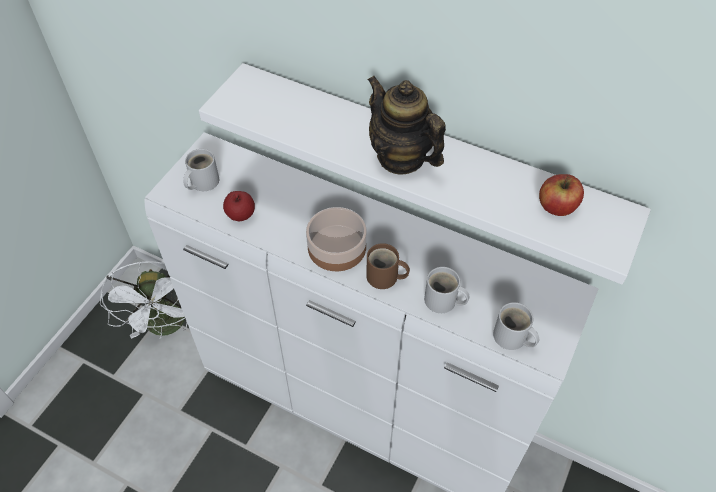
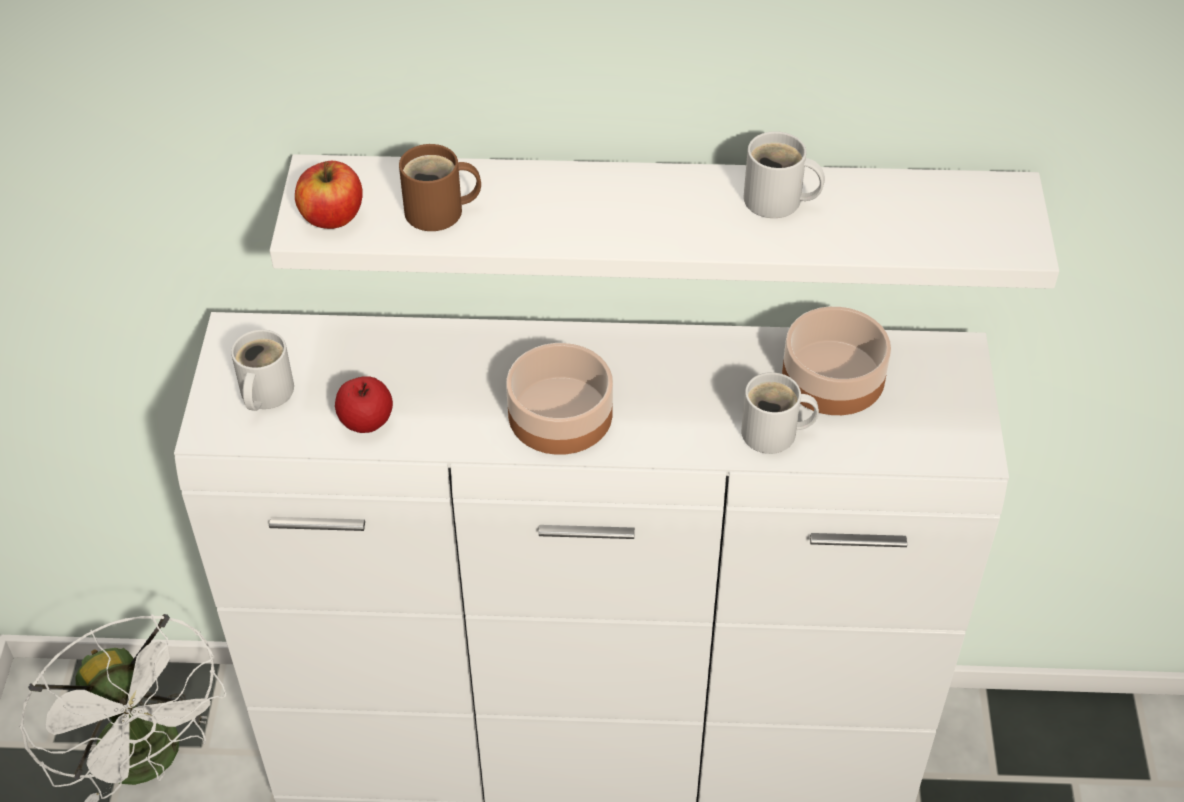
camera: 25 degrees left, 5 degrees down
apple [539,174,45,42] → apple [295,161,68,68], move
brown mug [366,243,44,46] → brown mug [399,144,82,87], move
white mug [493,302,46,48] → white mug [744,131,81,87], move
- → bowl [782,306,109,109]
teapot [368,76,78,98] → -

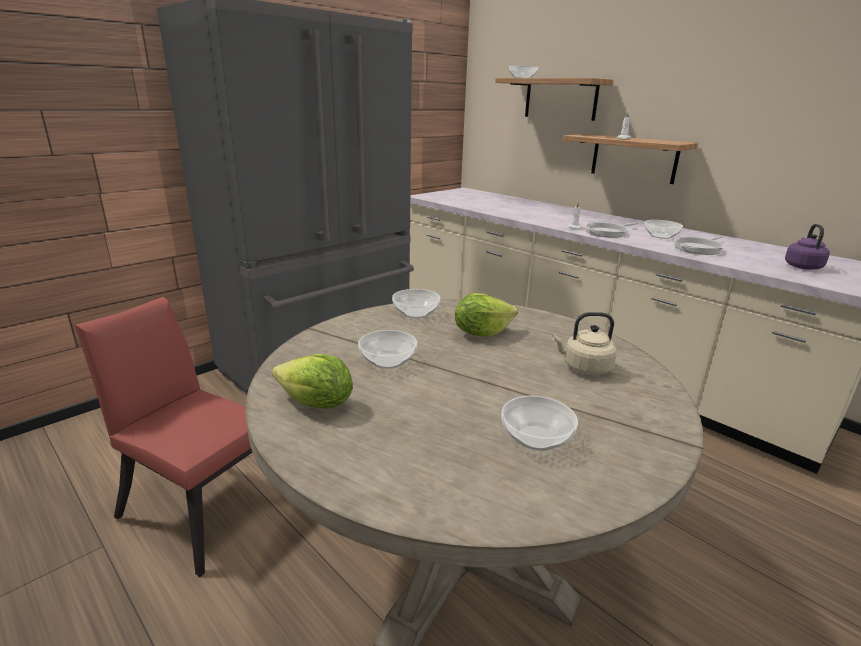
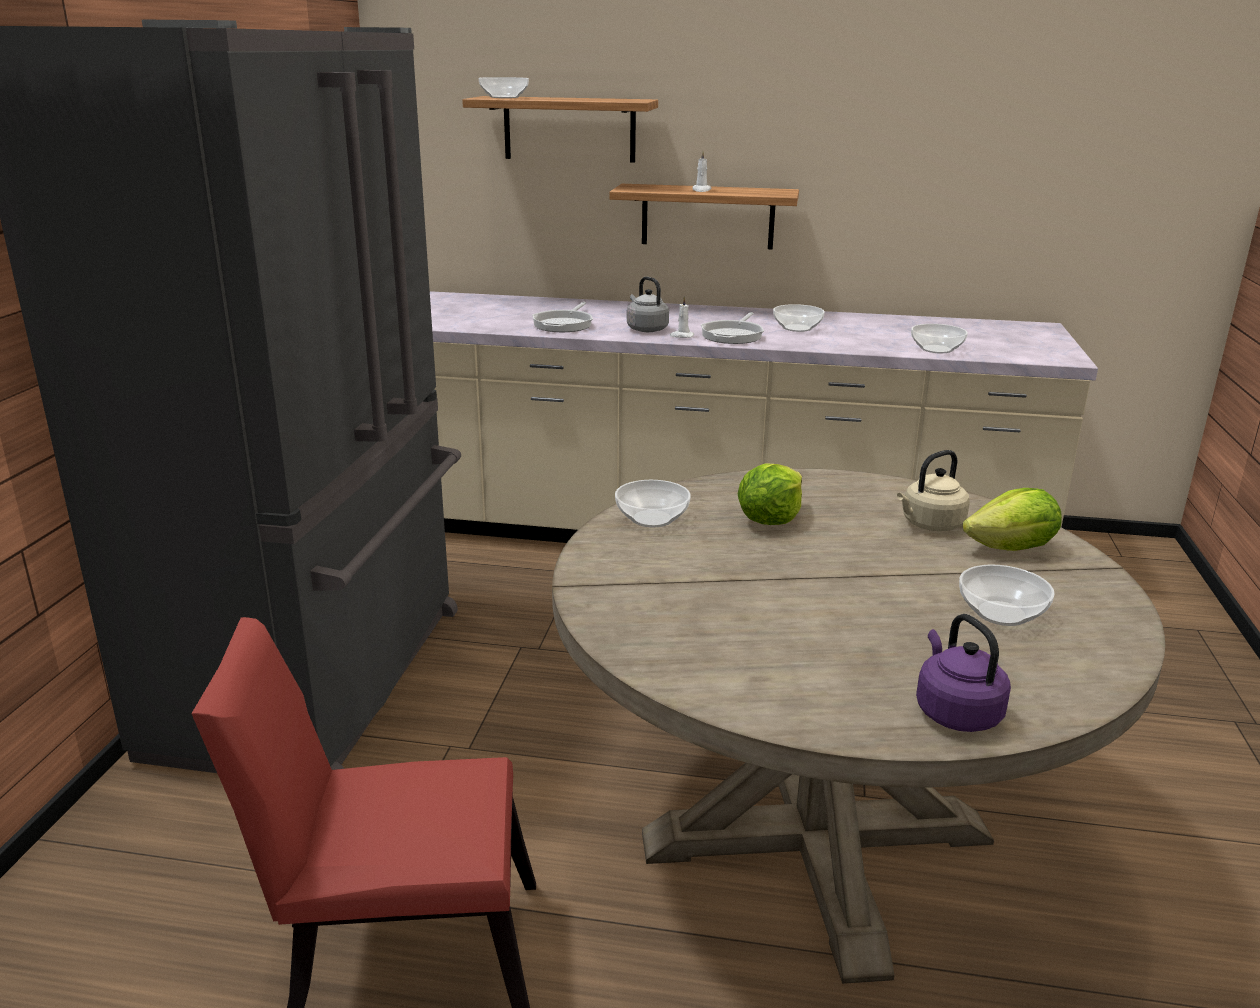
camera: 35 degrees left, 0 degrees up
frying pan [674,235,50,20] → frying pan [532,302,61,30], move
- → grey kettle [627,277,42,55]
bowl [358,330,59,39] → bowl [911,324,57,29], move
purple kettle [785,224,45,46] → purple kettle [916,614,95,118], move
lettuce [272,354,81,55] → lettuce [963,488,99,63], move

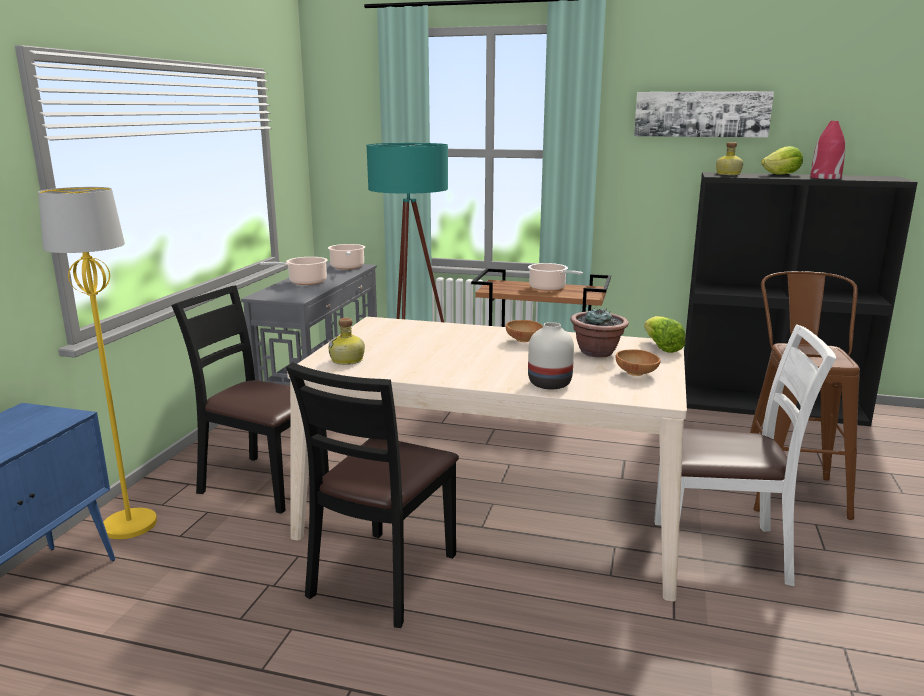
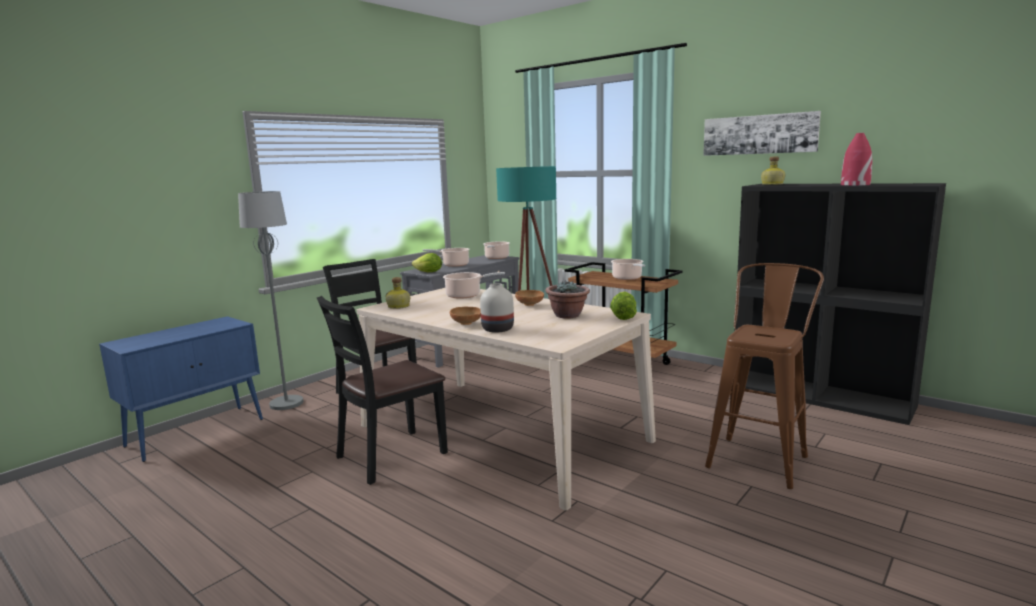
camera: 25 degrees right, 5 degrees down
yellow floor lamp [38,187,119,352] → grey floor lamp [238,191,65,219]
lettuce [761,146,42,28] → lettuce [412,253,30,19], move
- → cooking pot [443,272,62,27]
brown bowl [616,349,44,27] → brown bowl [450,307,31,18], move
white chair [654,324,182,262] → -

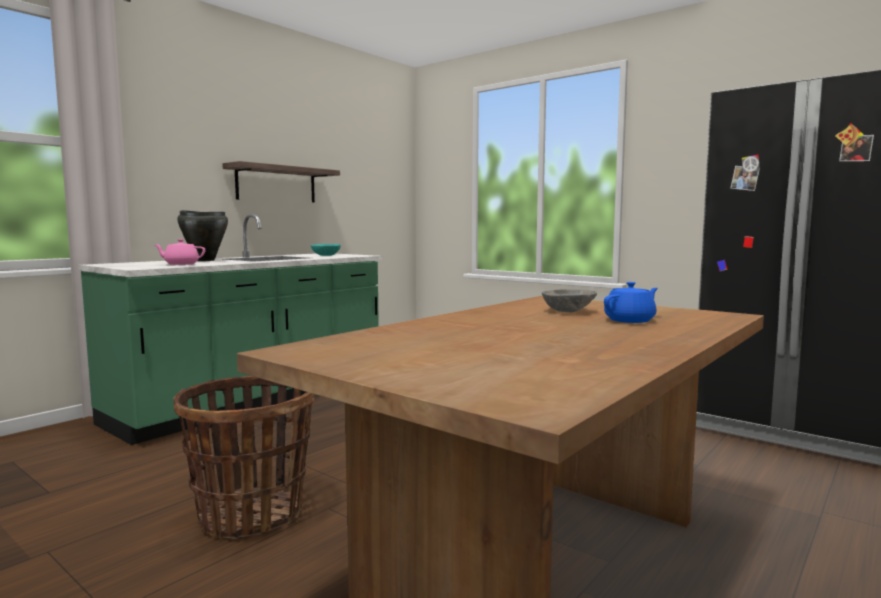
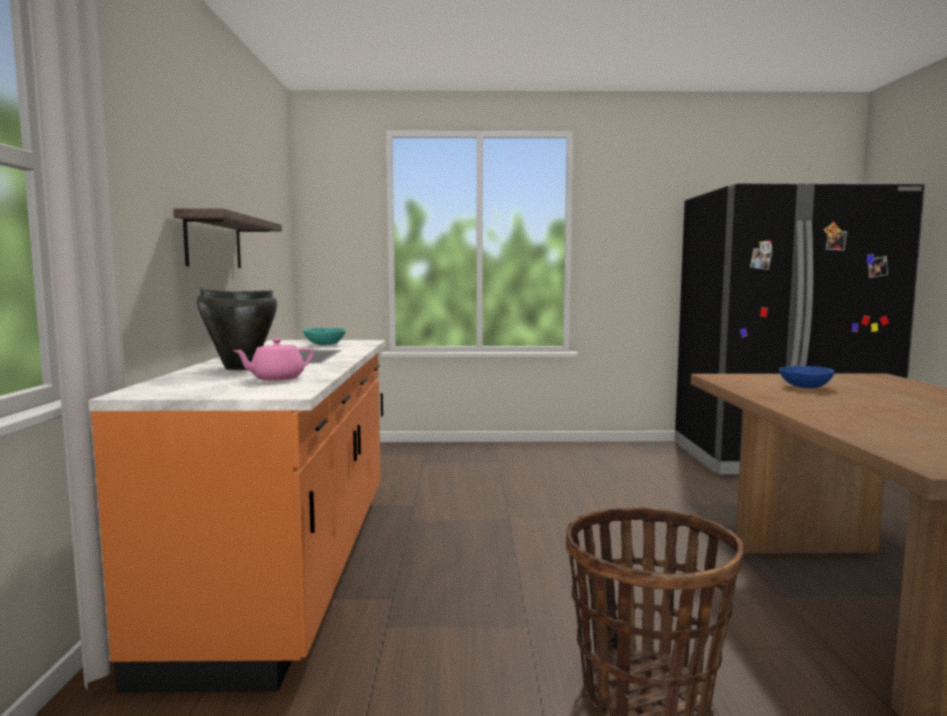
camera: 40 degrees left, 0 degrees up
green counter [78,214,305,231] → orange counter [88,290,298,403]
grey bowl [542,289,55,24] → blue bowl [779,366,55,22]
blue teapot [604,282,54,41] → -

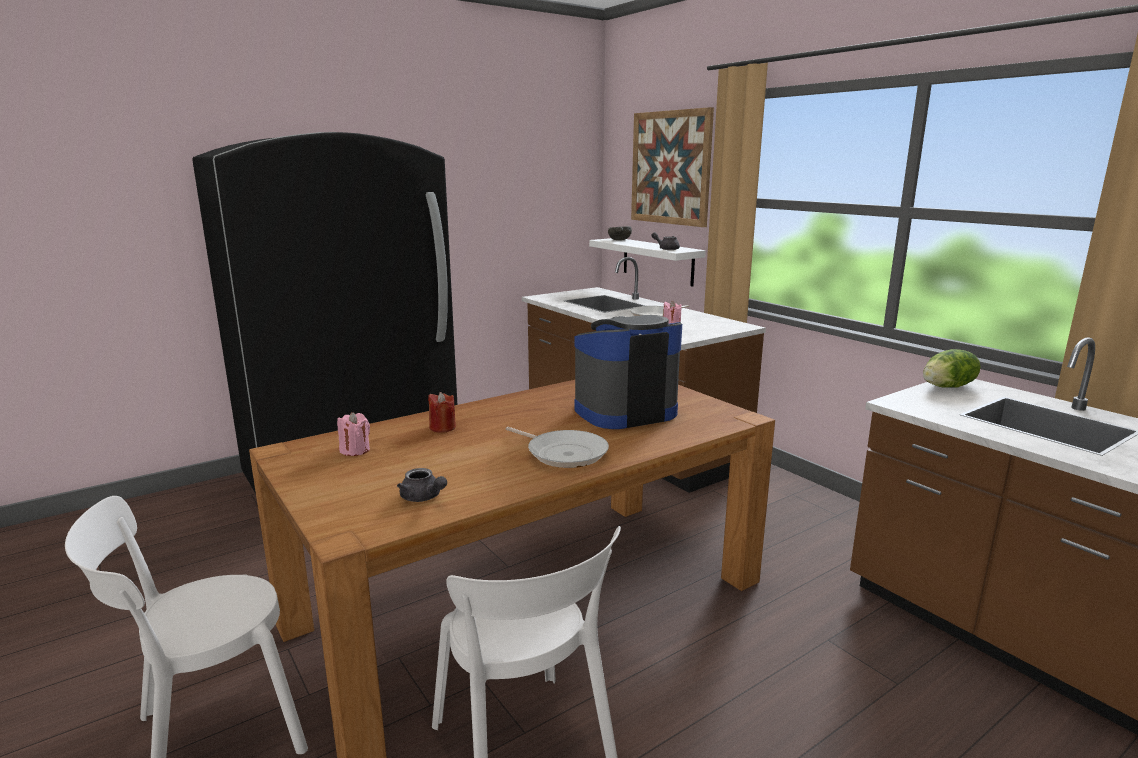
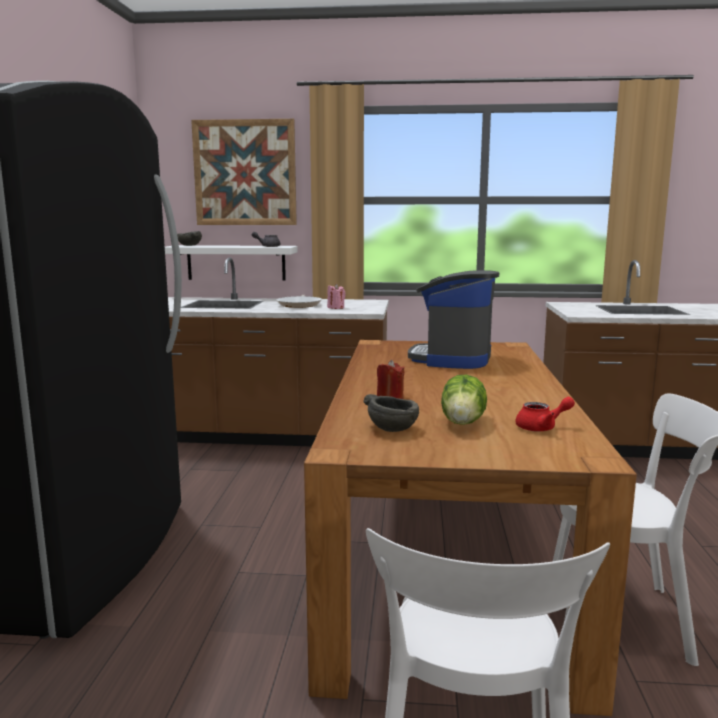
camera: 50 degrees left, 5 degrees down
pink candle [337,412,33,44] → grey bowl [363,394,56,38]
lettuce [923,349,58,39] → lettuce [441,375,46,50], move
grey teapot [397,468,50,34] → red teapot [516,397,59,34]
frying pan [505,427,104,41] → -

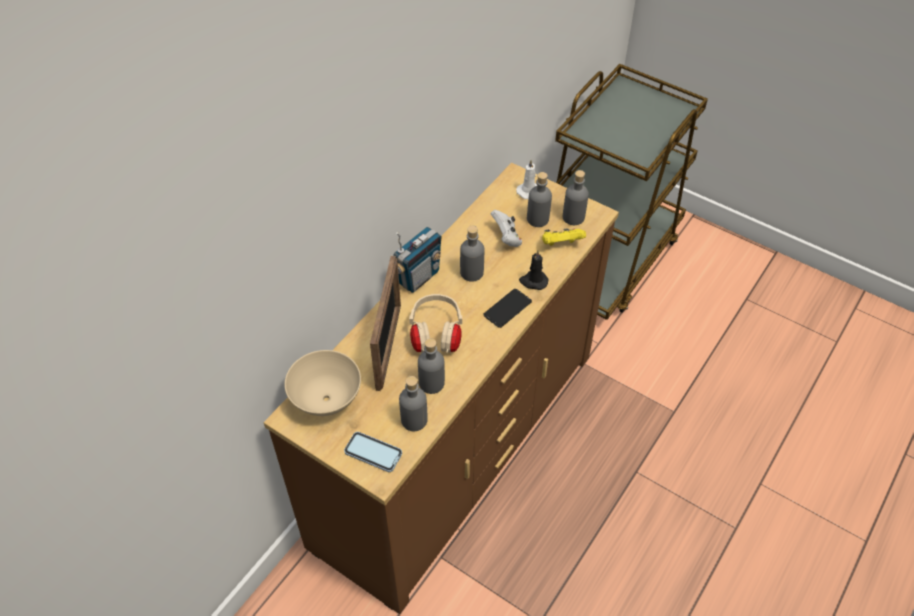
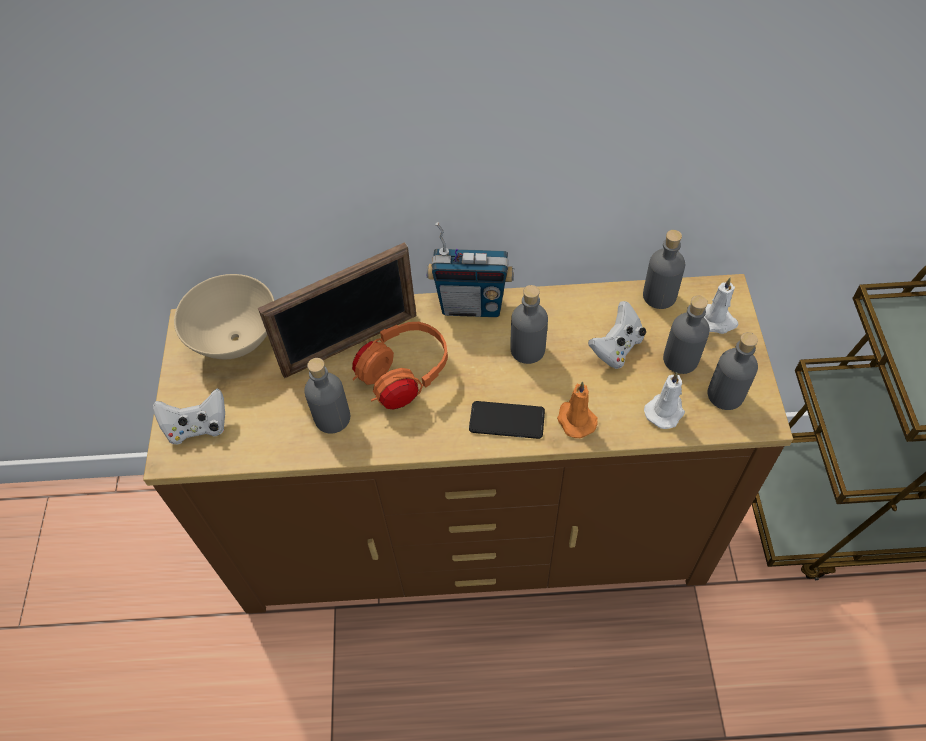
camera: 55 degrees right, 5 degrees up
phone [344,432,58,40] → white game controller [153,388,72,56]
beige headphones [409,294,53,59] → orange headphones [352,322,96,88]
black candle [519,250,29,40] → orange candle [557,381,41,57]
grey bottle [399,376,29,55] → grey bottle [643,230,42,79], move
yellow game controller [542,228,44,18] → white candle [644,372,41,57]

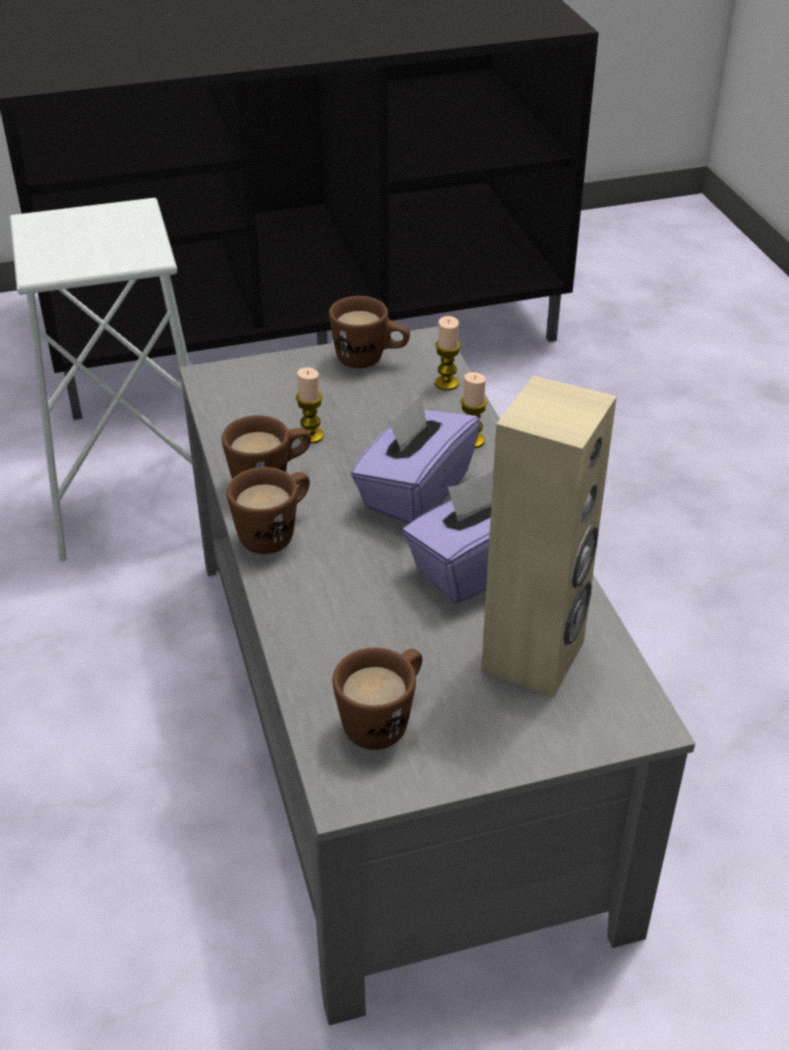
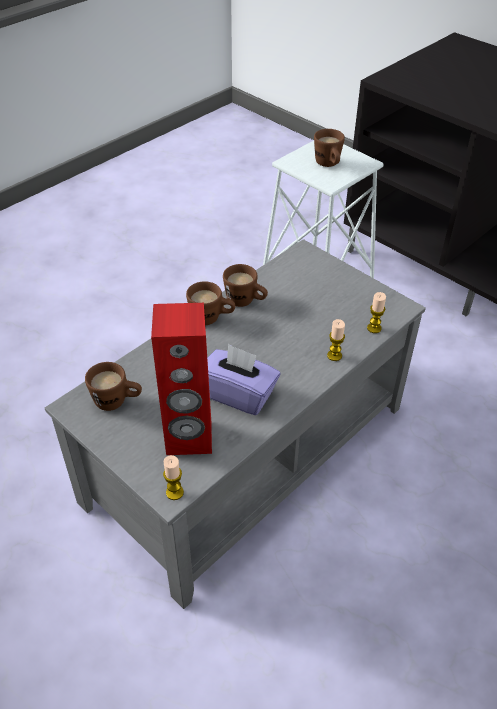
camera: 60 degrees right, 5 degrees up
beige speaker [481,376,136,322] → red speaker [151,303,61,152]
candle [296,367,28,77] → candle [163,455,21,45], move
brown mug [329,296,81,72] → brown mug [314,129,31,38], move
purple tissue box [351,394,129,130] → -

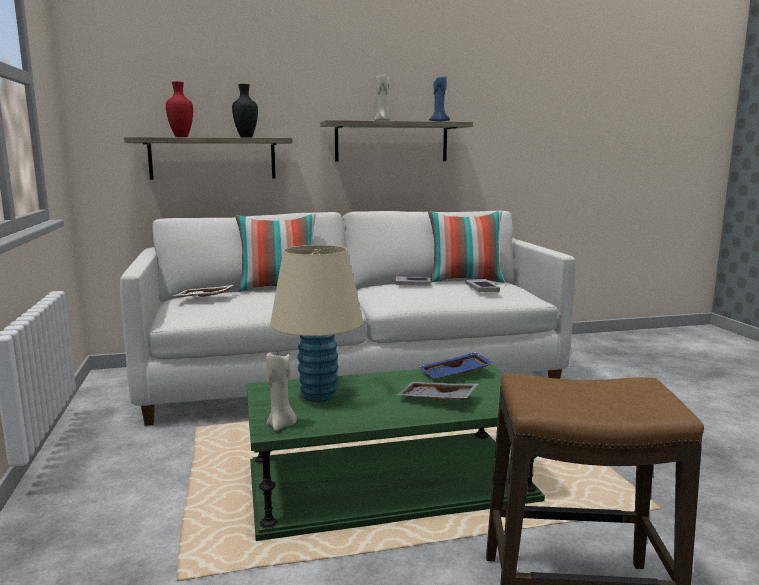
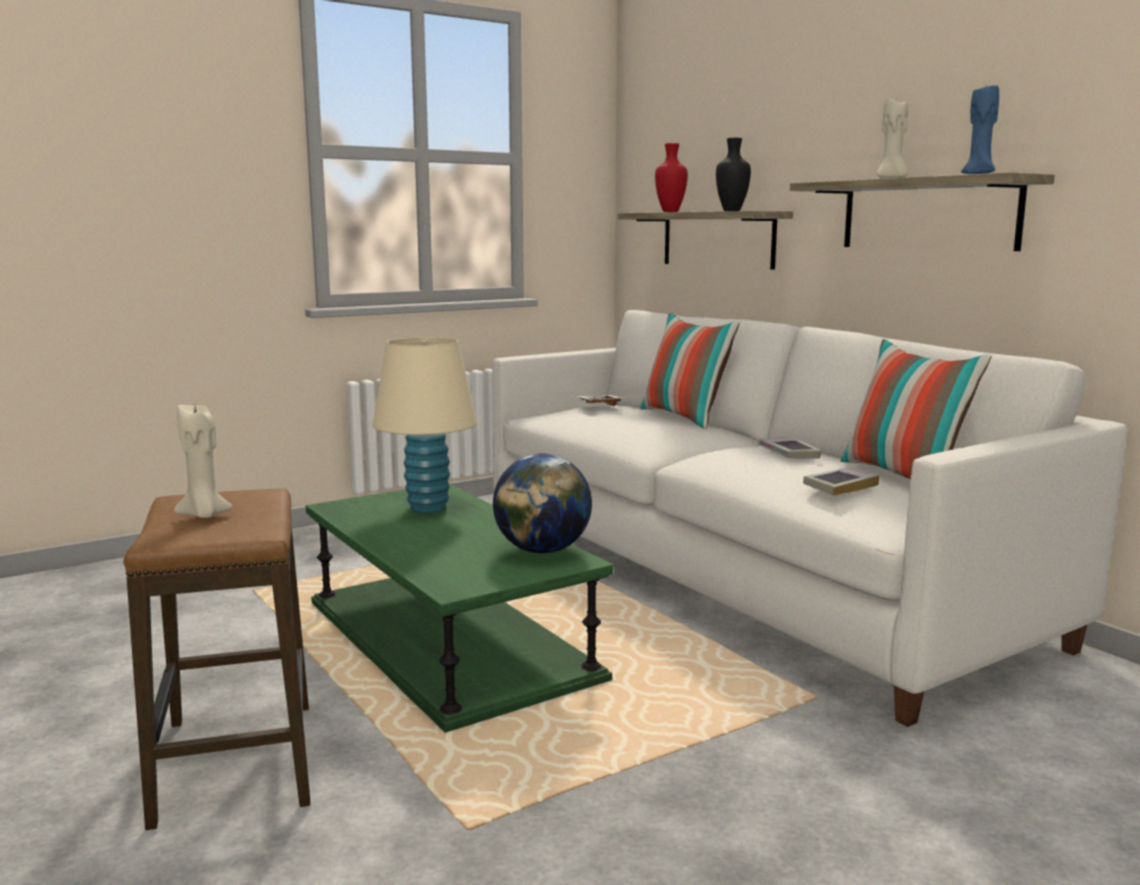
camera: 70 degrees right, 0 degrees up
beige candle [266,353,31,78] → beige candle [174,405,59,113], move
blue tray [419,352,74,27] → globe [493,454,99,100]
grey tray [396,382,82,19] → -

